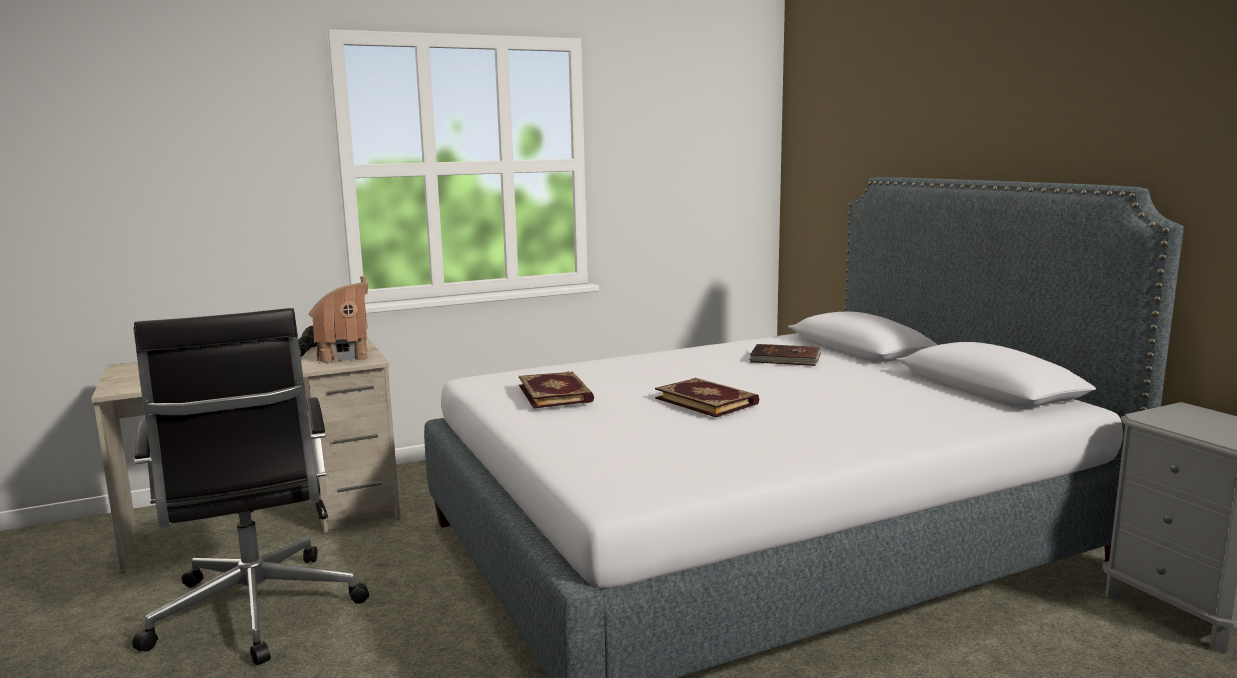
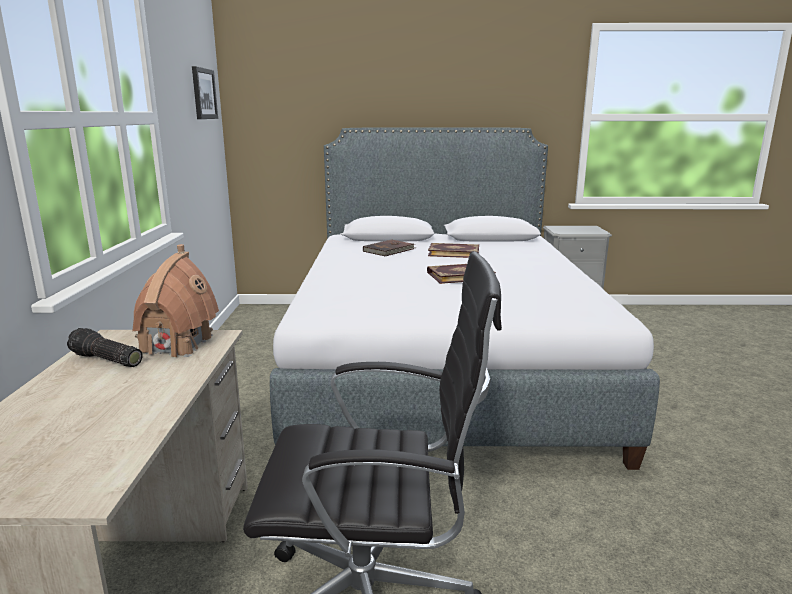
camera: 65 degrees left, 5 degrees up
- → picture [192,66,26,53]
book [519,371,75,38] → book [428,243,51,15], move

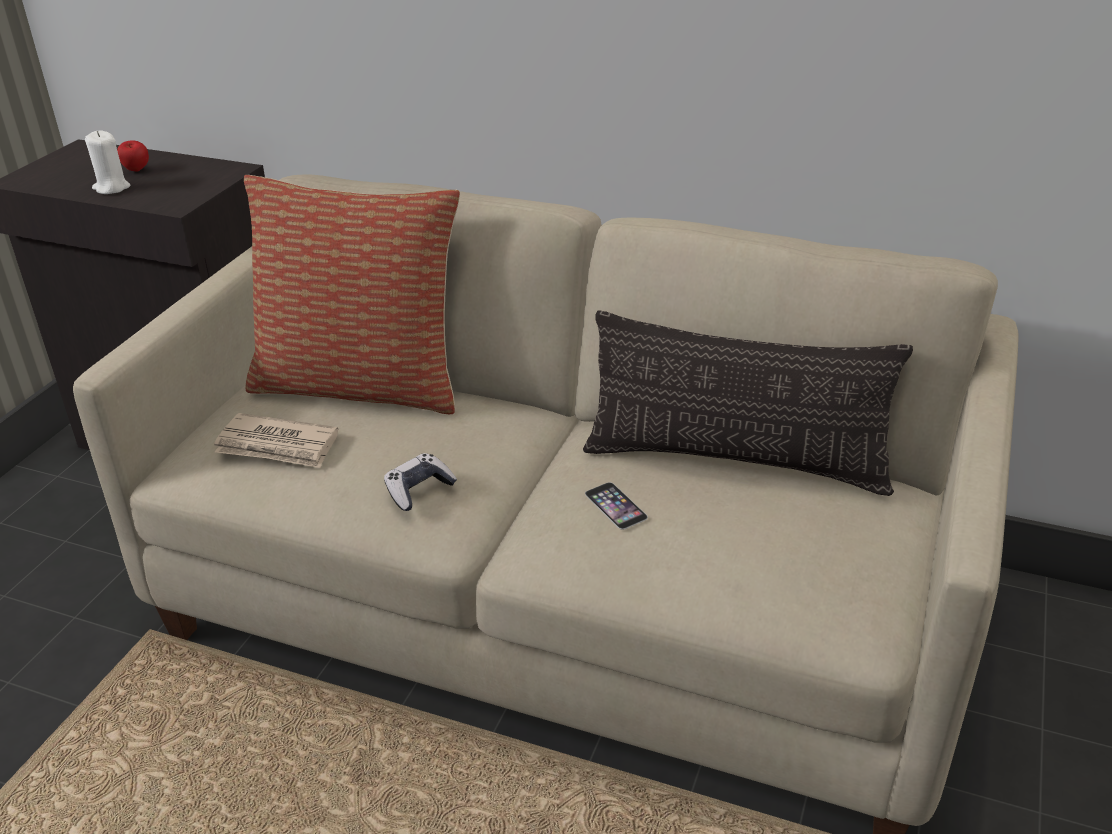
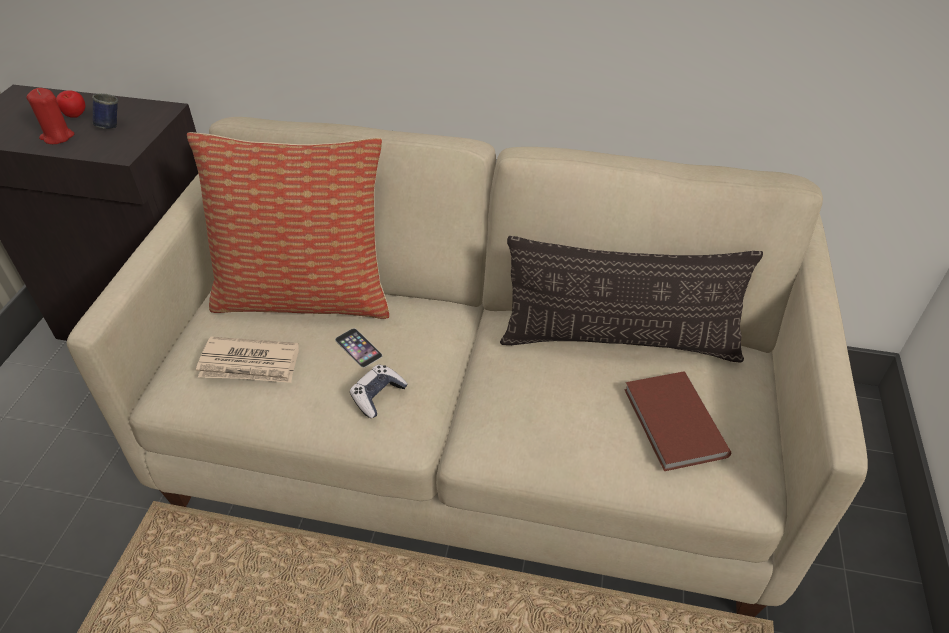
camera: 10 degrees left, 10 degrees up
white candle [85,130,45,64] → red candle [27,88,47,56]
- → blue mug [92,93,26,36]
phone [585,482,63,48] → phone [335,328,48,40], move
- → brown book [624,371,107,100]

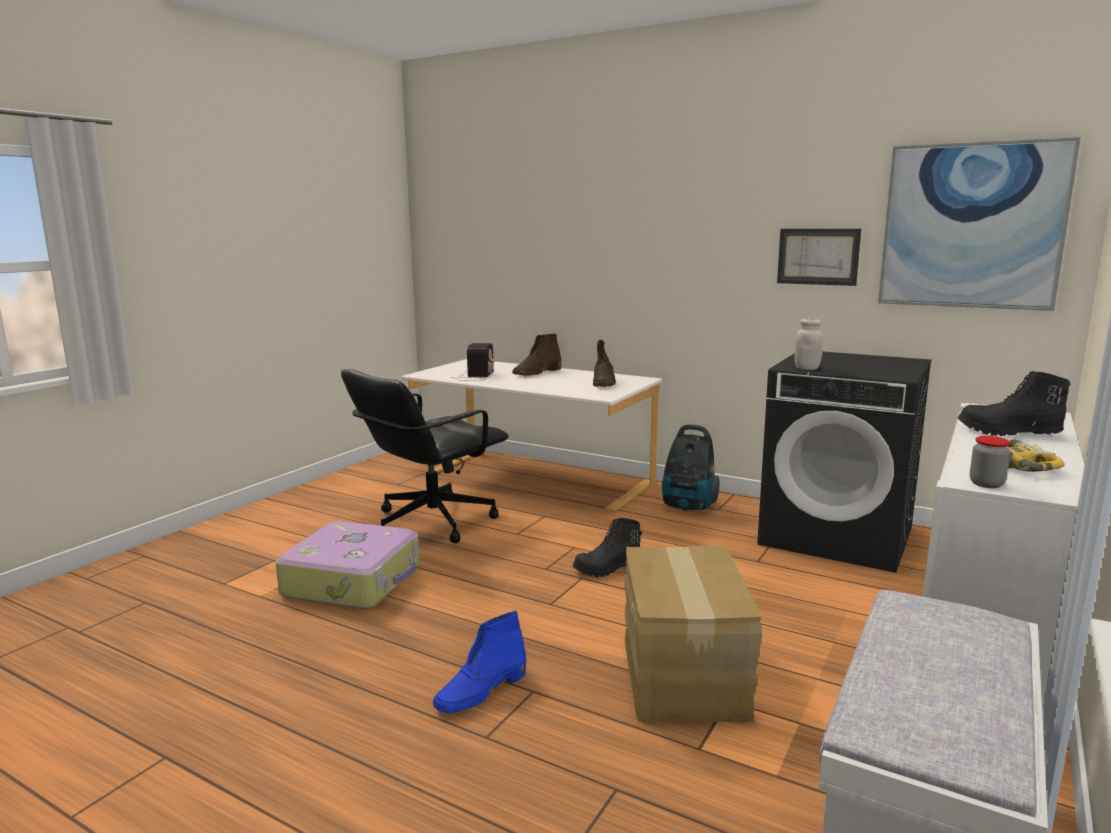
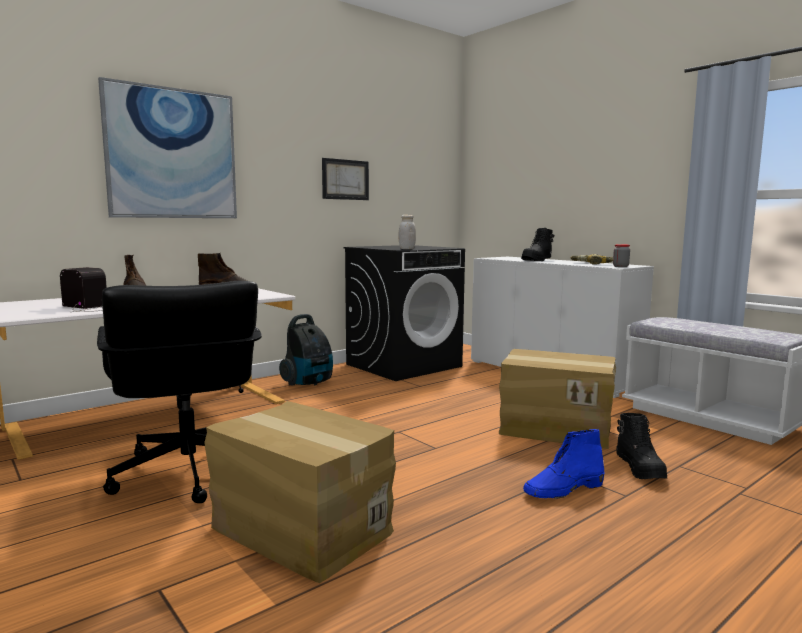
camera: 70 degrees left, 5 degrees down
picture [878,137,203,174] → picture [98,77,139,141], move
suitcase [276,521,143,88] → cardboard box [204,401,192,182]
blue boot [433,611,93,102] → blue boot [523,429,82,70], 90 degrees clockwise
black boot [572,518,70,60] → black boot [616,413,52,66], move

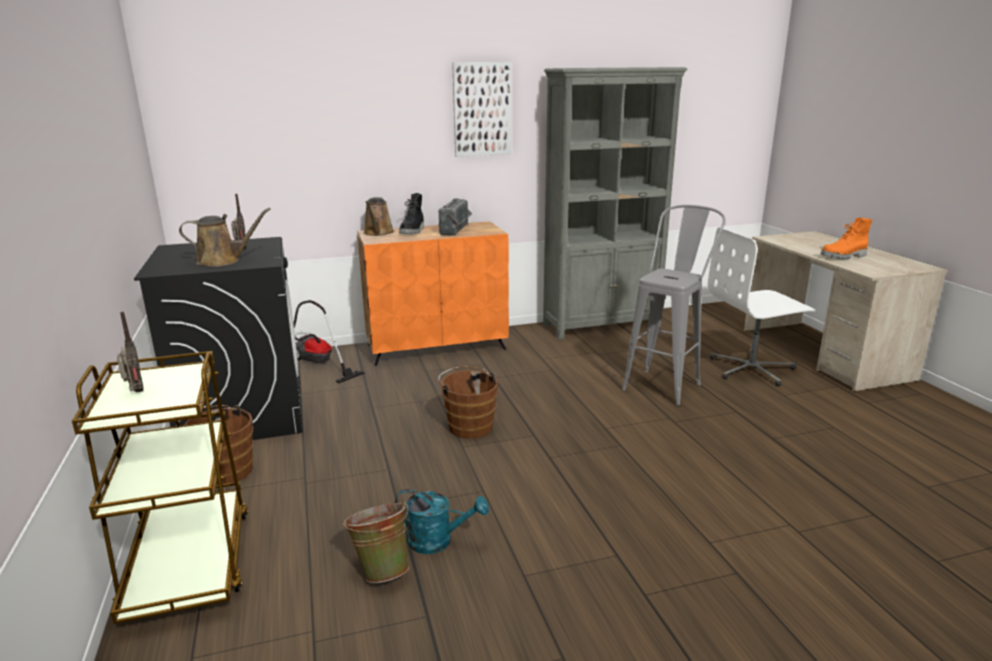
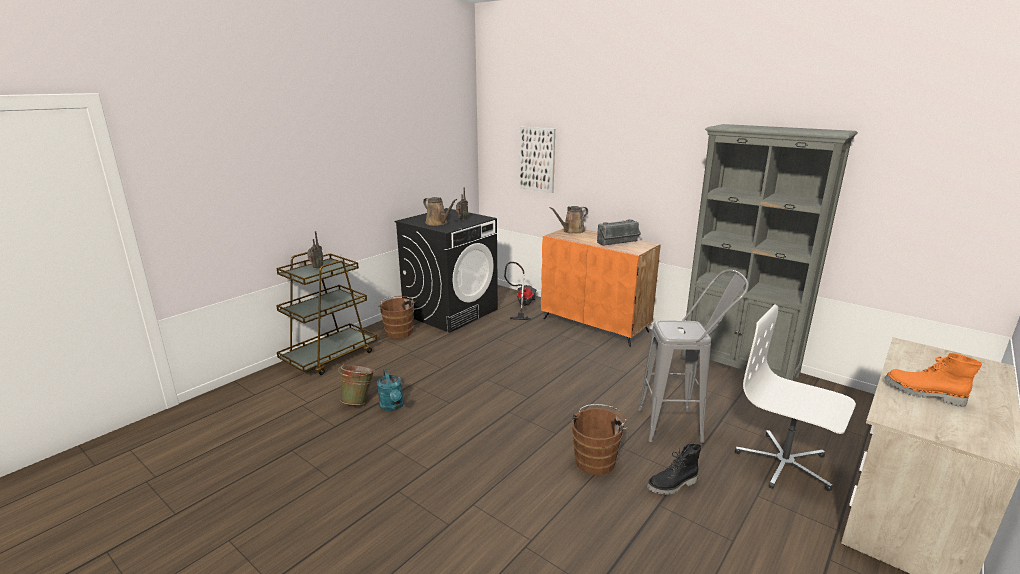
camera: 55 degrees right, 0 degrees up
picture [452,62,59,95] → picture [520,127,35,66], move
brown bucket [438,366,60,73] → brown bucket [571,404,57,71], move
black boot [399,193,25,41] → black boot [647,443,54,52], move

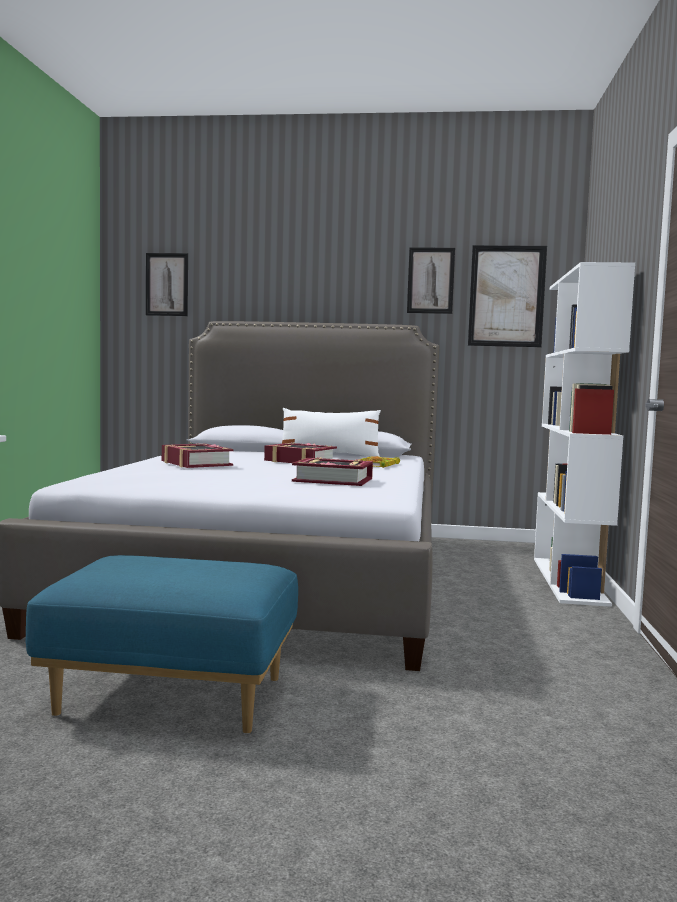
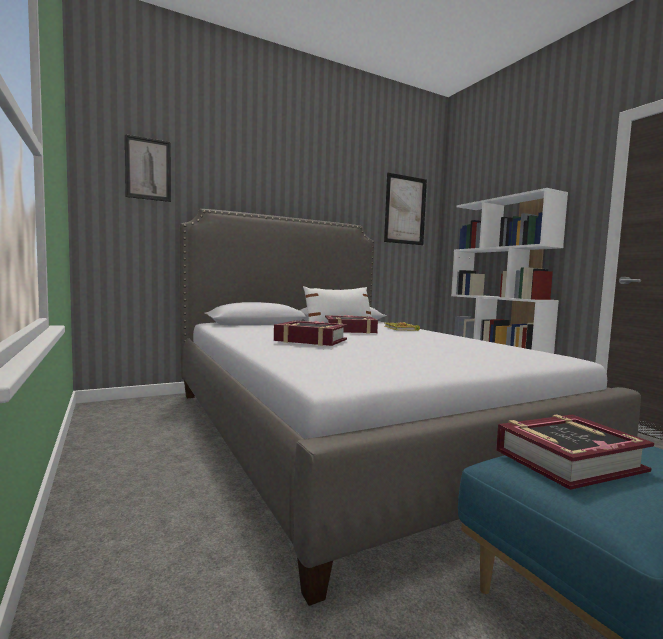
camera: 35 degrees left, 0 degrees up
book [292,457,81,29] → book [496,414,158,76], move
picture [407,247,48,67] → -

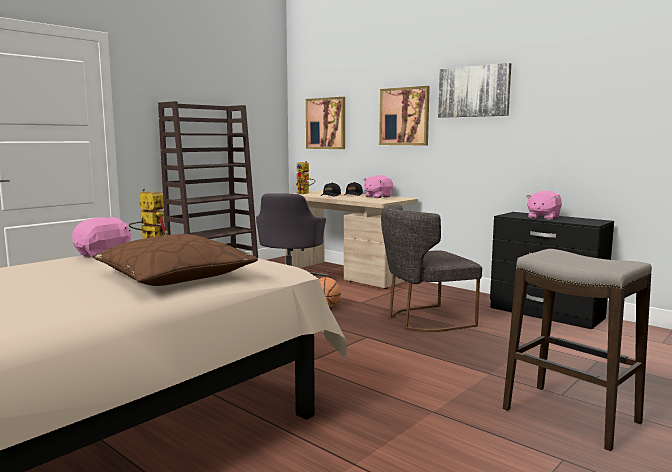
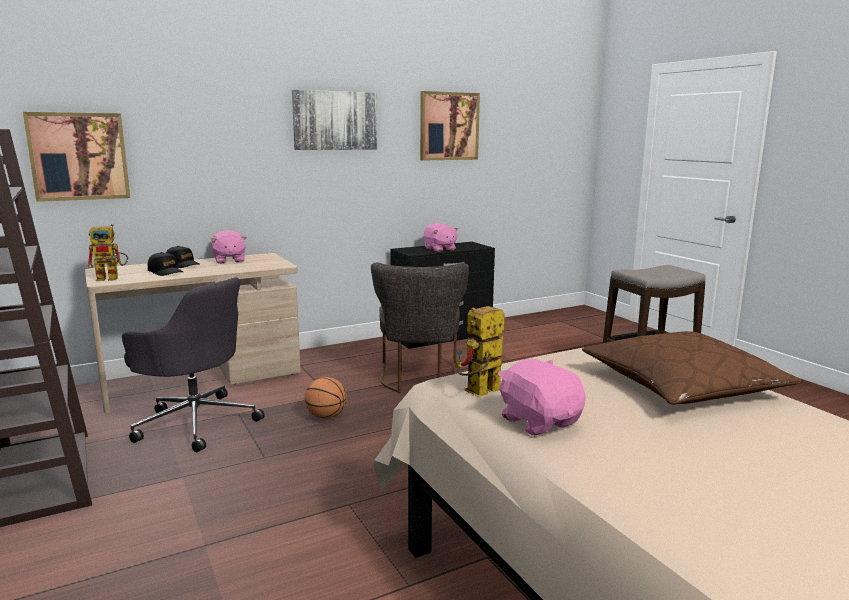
camera: 70 degrees left, 5 degrees up
picture [379,86,51,59] → picture [420,91,60,69], move

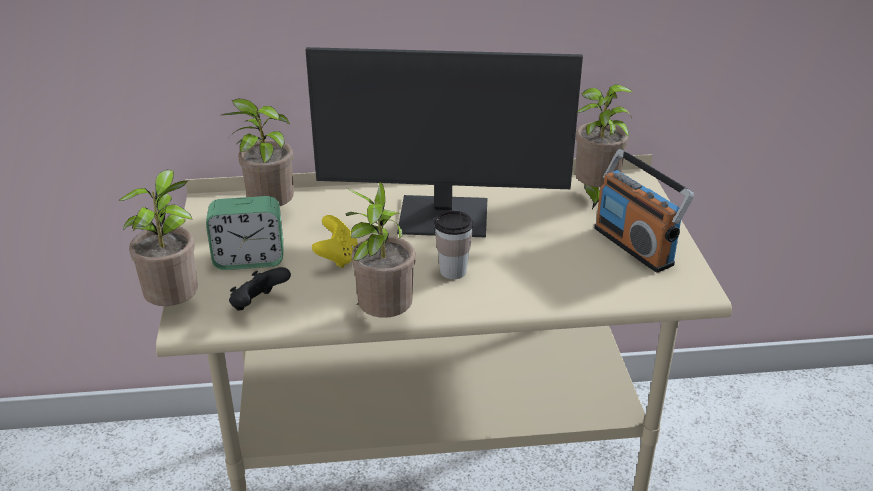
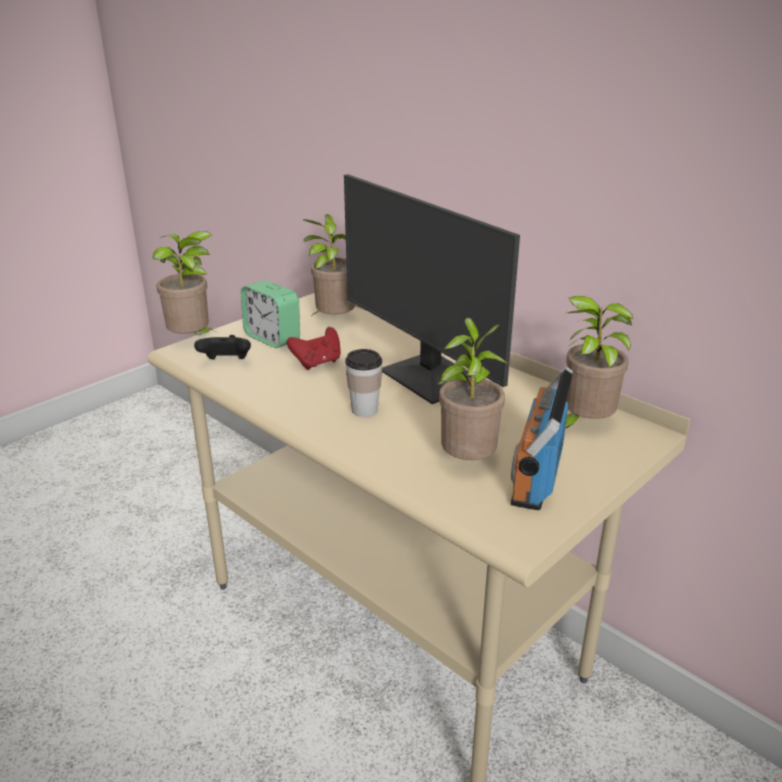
camera: 50 degrees right, 5 degrees down
yellow game controller [312,215,46,53] → red game controller [286,327,55,43]
potted plant [346,182,70,136] → potted plant [438,318,70,142], move

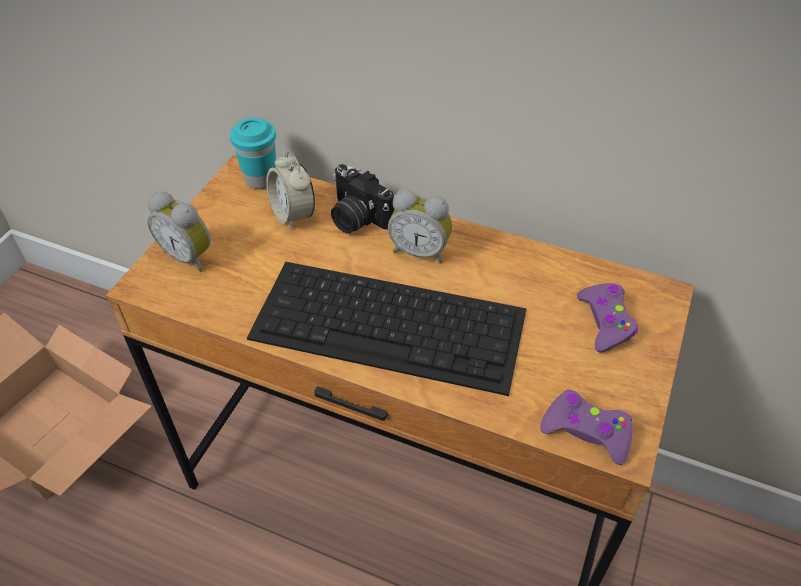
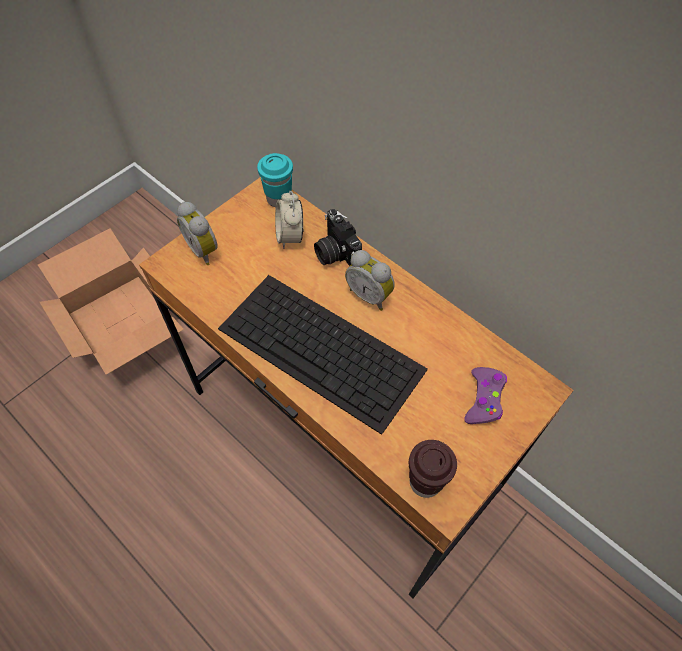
camera: 20 degrees right, 10 degrees up
purple game controller [540,390,92,75] → brown cup [409,440,48,58]

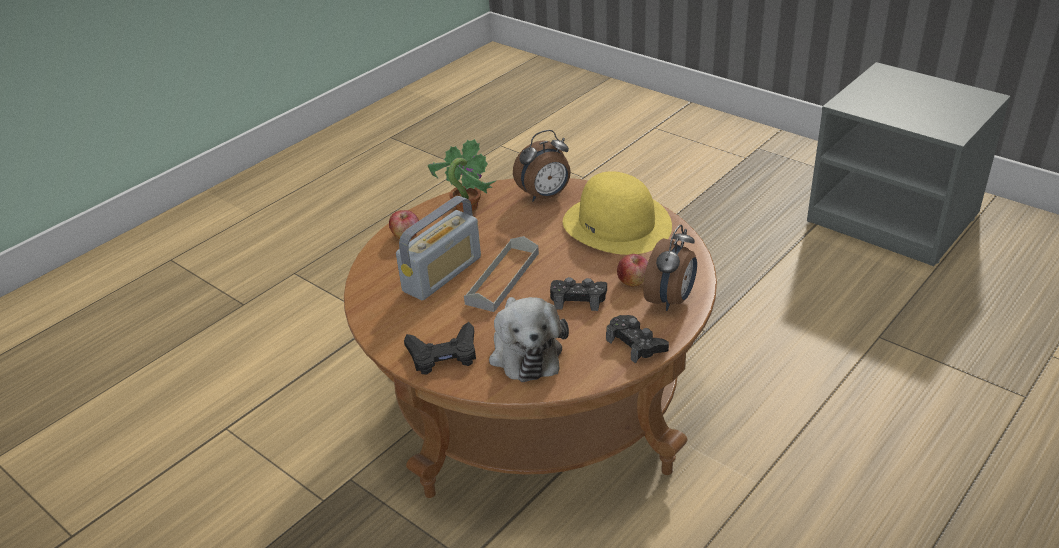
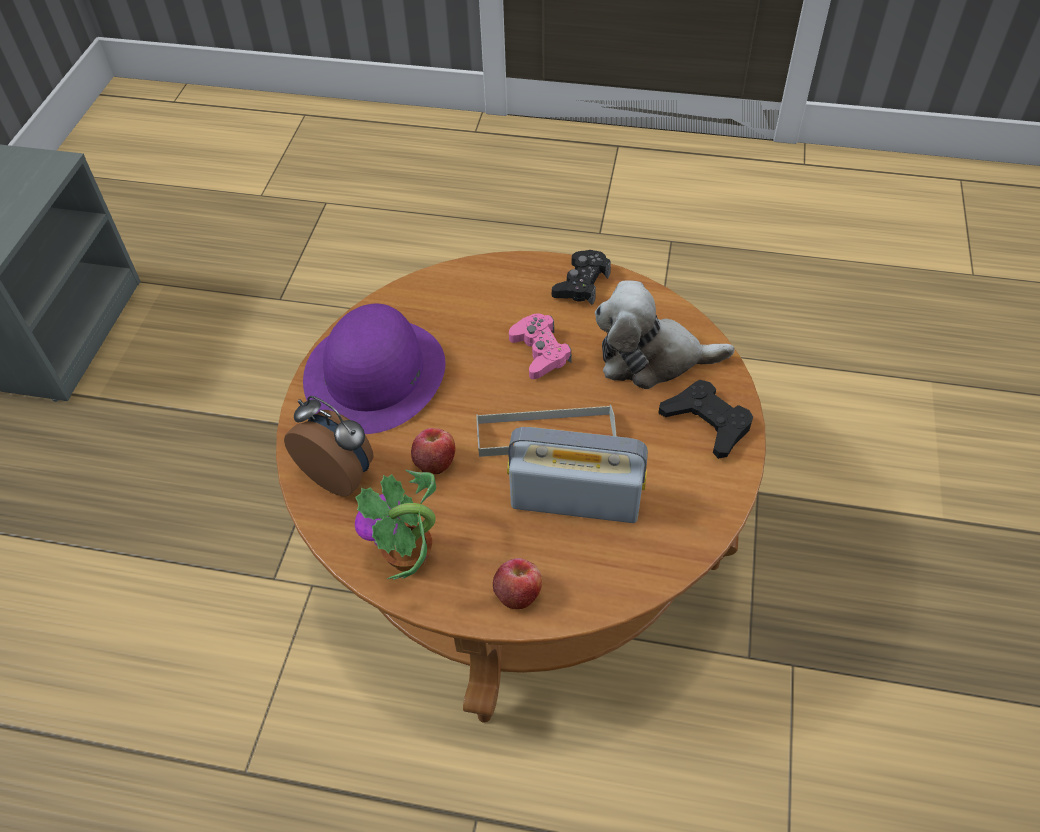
camera: 120 degrees left, 15 degrees up
yellow hat [563,171,109,84] → purple hat [303,304,143,130]
apple [617,254,31,33] → apple [411,428,44,46], move
black game controller [550,277,57,34] → pink game controller [509,313,63,66]
plush toy [489,297,80,85] → plush toy [595,281,140,108], 135 degrees counterclockwise
alarm clock [643,225,54,86] → -

